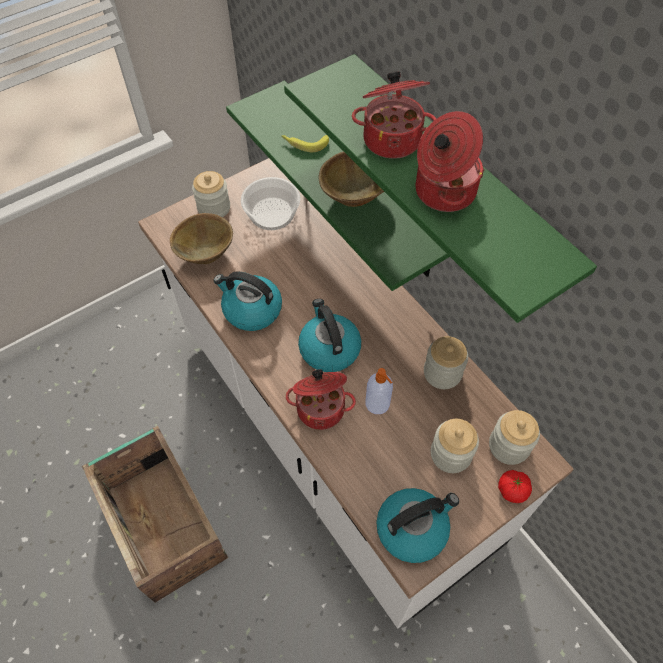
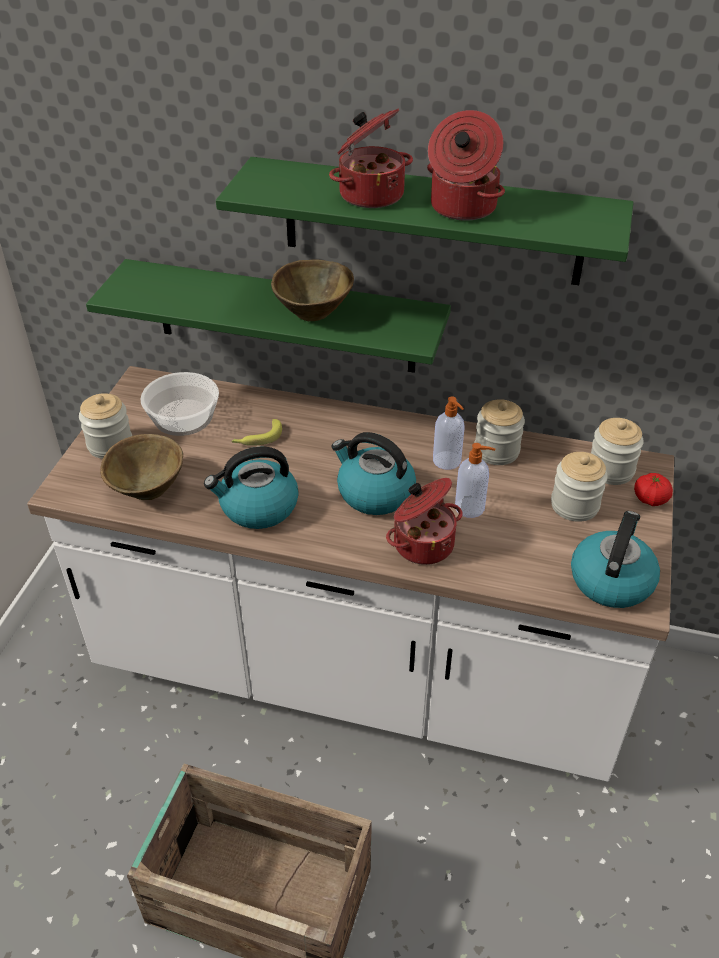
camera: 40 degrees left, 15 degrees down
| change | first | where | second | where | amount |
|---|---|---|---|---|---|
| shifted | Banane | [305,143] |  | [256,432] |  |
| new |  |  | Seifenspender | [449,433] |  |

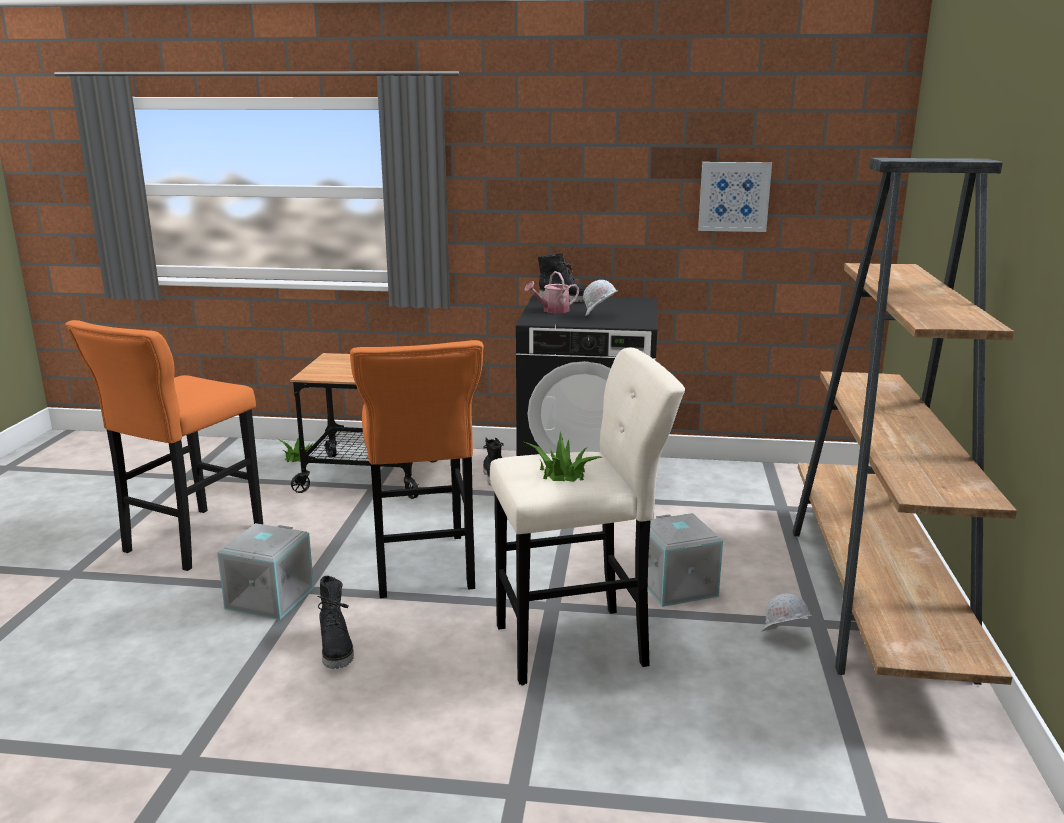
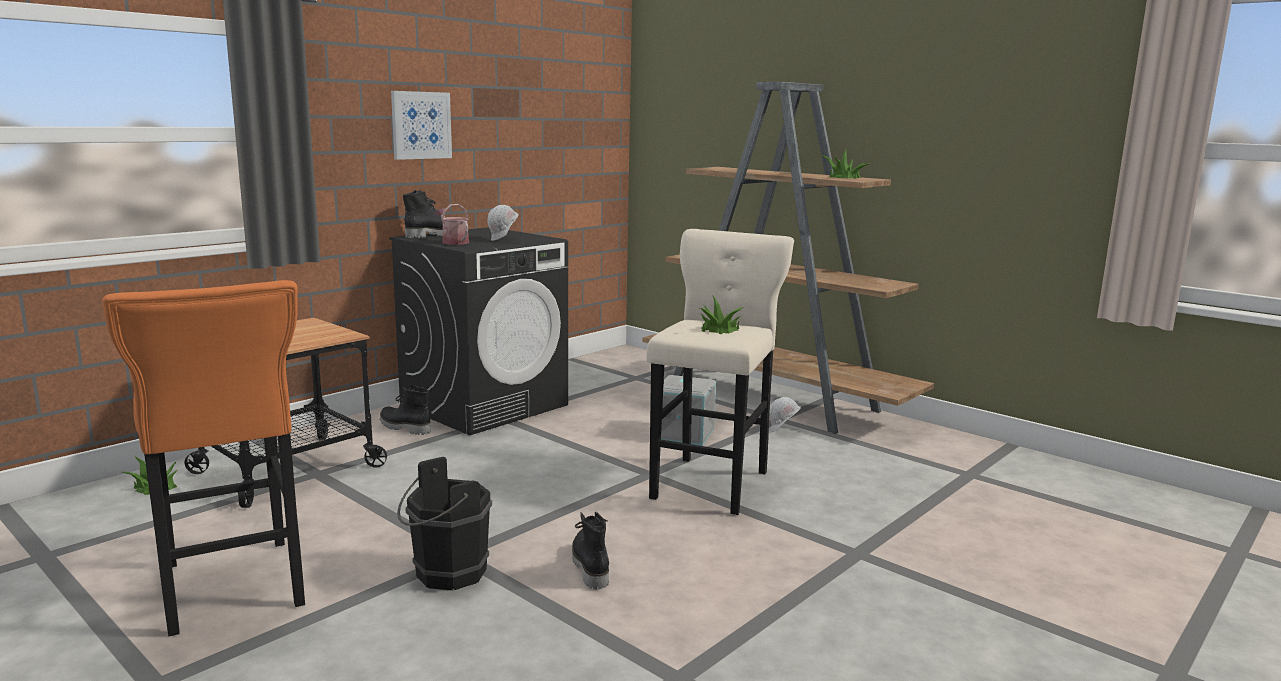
camera: 55 degrees left, 5 degrees down
| change | first | where | second | where | amount |
|---|---|---|---|---|---|
| swapped | Aufbewahrungsbox/grau | [265,571] | Eimer/schwarz | [444,523] |  |
| rotated | Stiefel/schwarz | [336,622] |  | [590,550] | 120 degrees counterclockwise |
| gone | Hocker/orange | [417,469] |  |  |  |
| rotated | Gießkanne | [551,292] |  | [452,224] | 135 degrees clockwise |
| shifted | Bild | [735,197] |  | [421,125] |  |
| new |  |  | Topfpflanze | [844,164] |  |

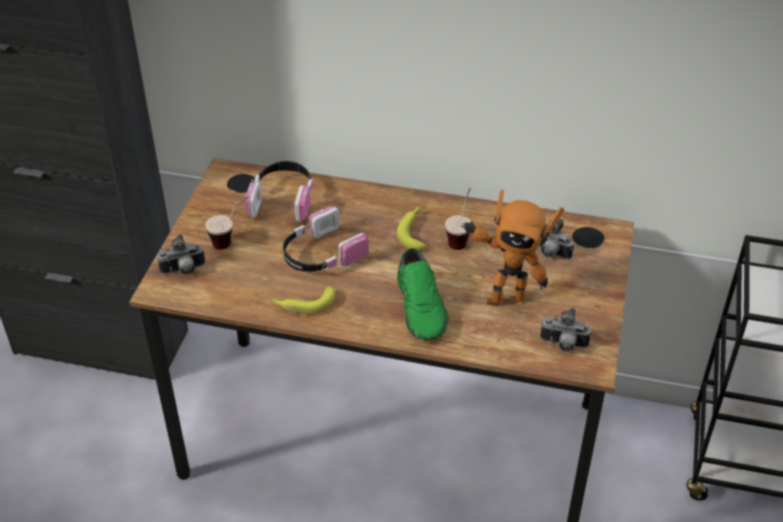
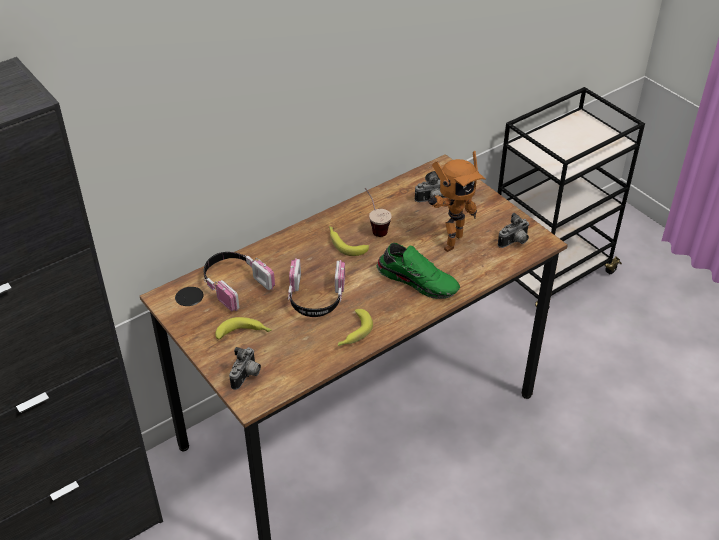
camera: 50 degrees left, 0 degrees up
| change | first | where | second | where | amount |
|---|---|---|---|---|---|
| swapped | Tasse | [227,223] | Banane | [243,328] |  |

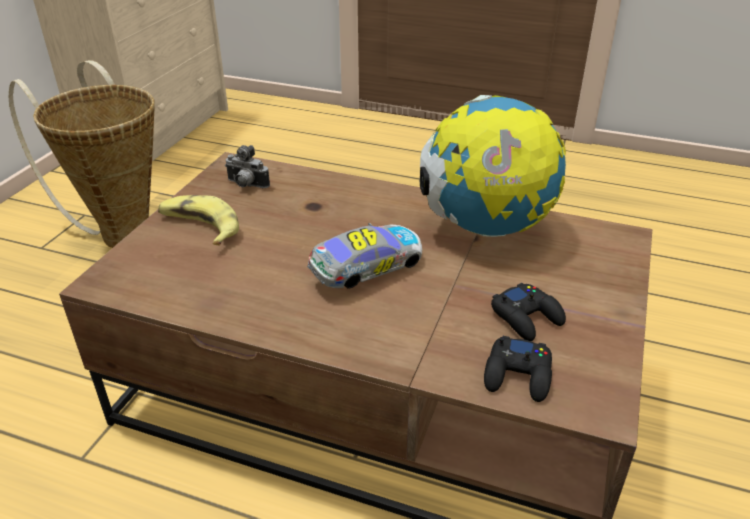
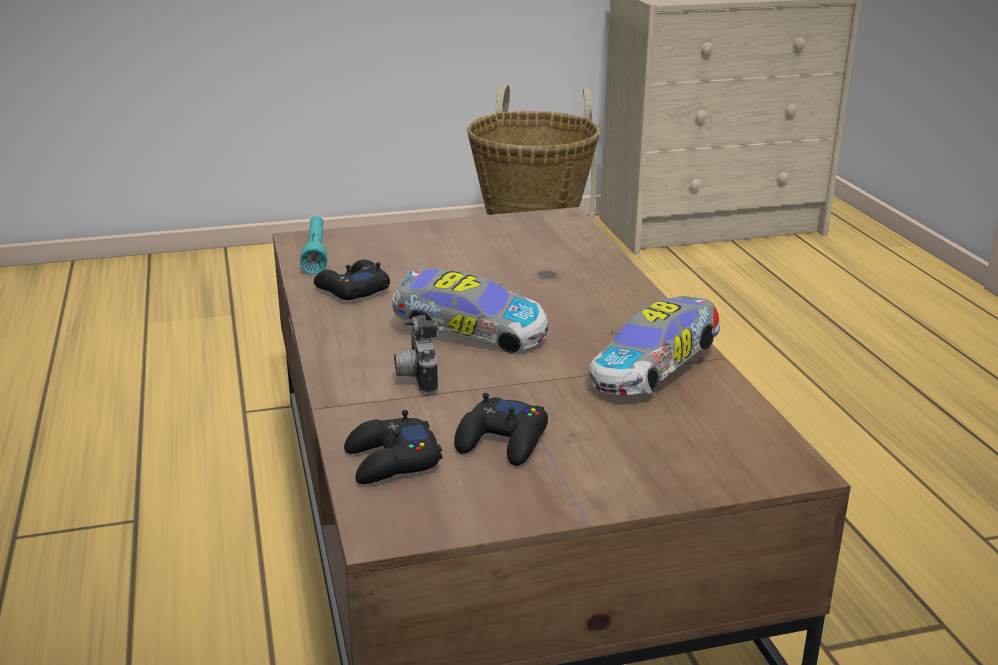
camera: 55 degrees right, 10 degrees down
| change | first | where | second | where | amount |
|---|---|---|---|---|---|
| gone | Banane | [198,220] |  |  |  |
| shifted | Kamera | [247,166] |  | [416,354] |  |
| swapped | Globus | [493,166] | Spielzeugauto | [654,345] |  |
| new |  |  | Taschenlampe/türkis | [313,245] |  |
| new |  |  | Gamepad/schwarz | [352,280] |  |

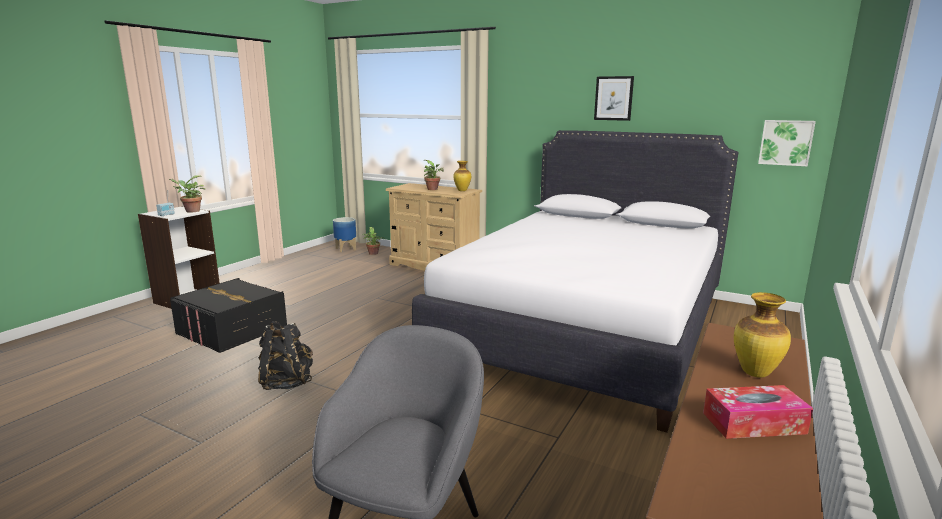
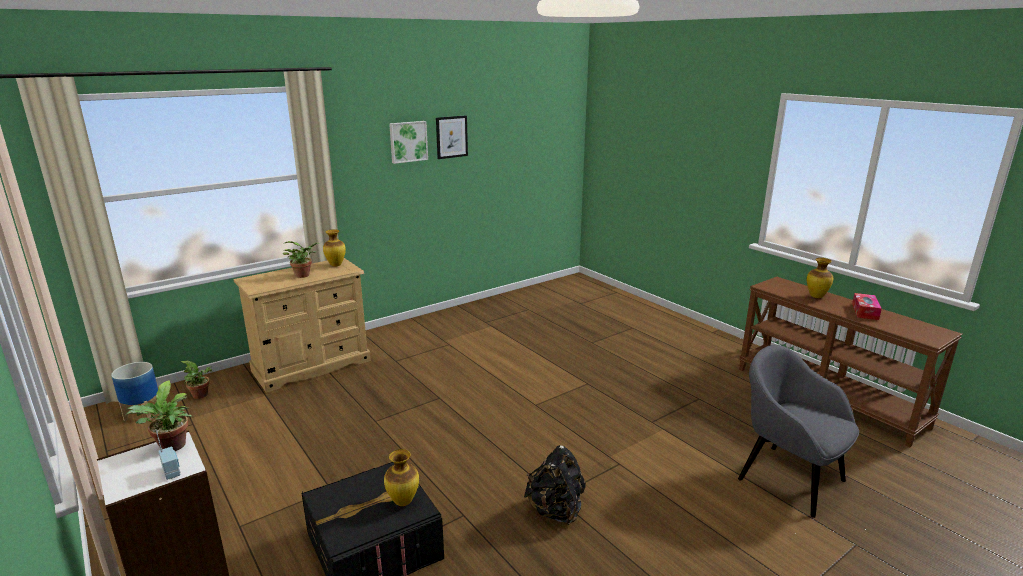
camera: 65 degrees left, 5 degrees up
| change | first | where | second | where | amount |
|---|---|---|---|---|---|
| gone | Bett/weiß | [575,281] |  |  |  |
| shifted | Bild | [787,143] |  | [408,142] |  |
| new |  |  | Vase | [401,477] |  |

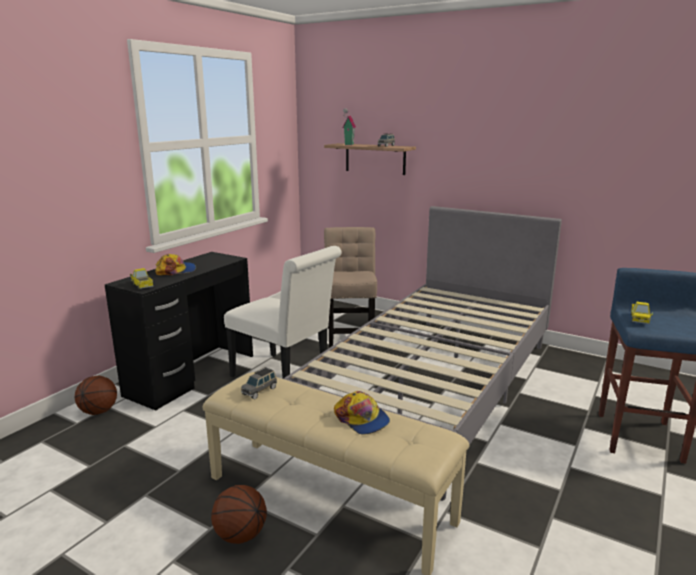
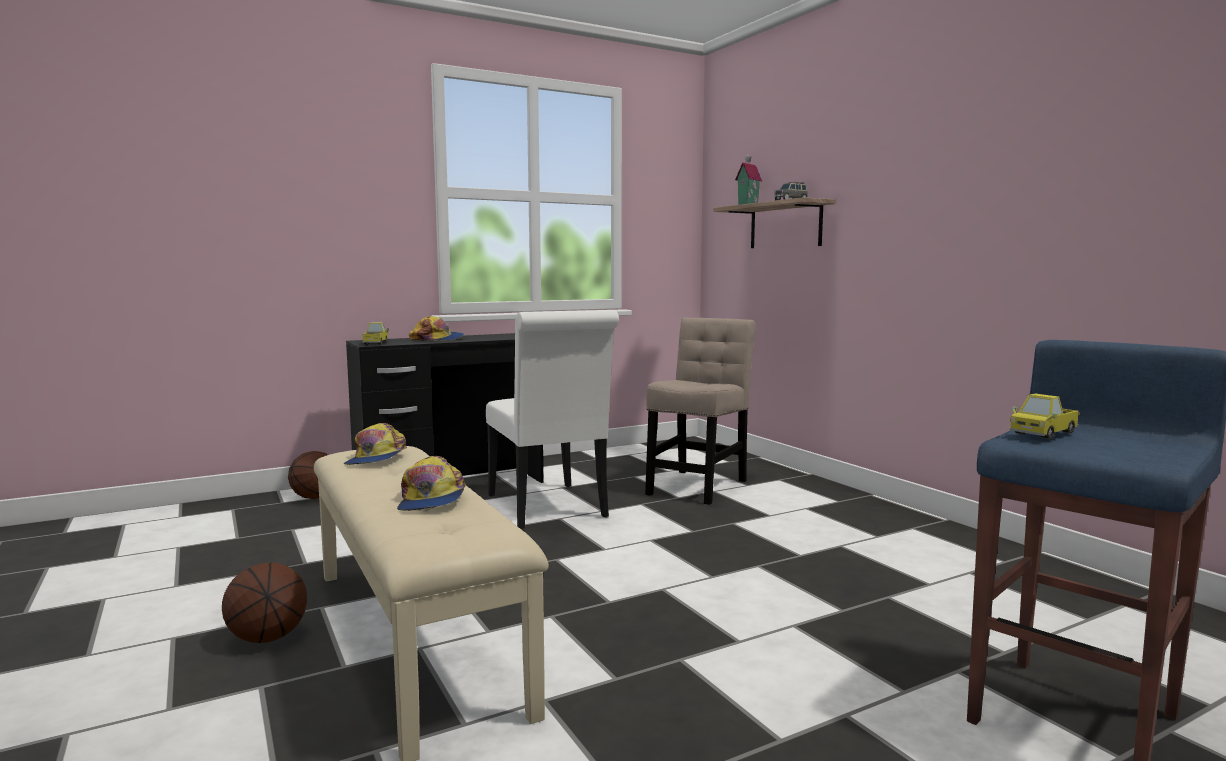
camera: 30 degrees right, 10 degrees down
| change | first | where | second | where | amount |
|---|---|---|---|---|---|
| swapped | Spielzeugauto/grau | [259,383] | Kappe | [375,444] |  |
| gone | Bett/grau | [422,353] |  |  |  |

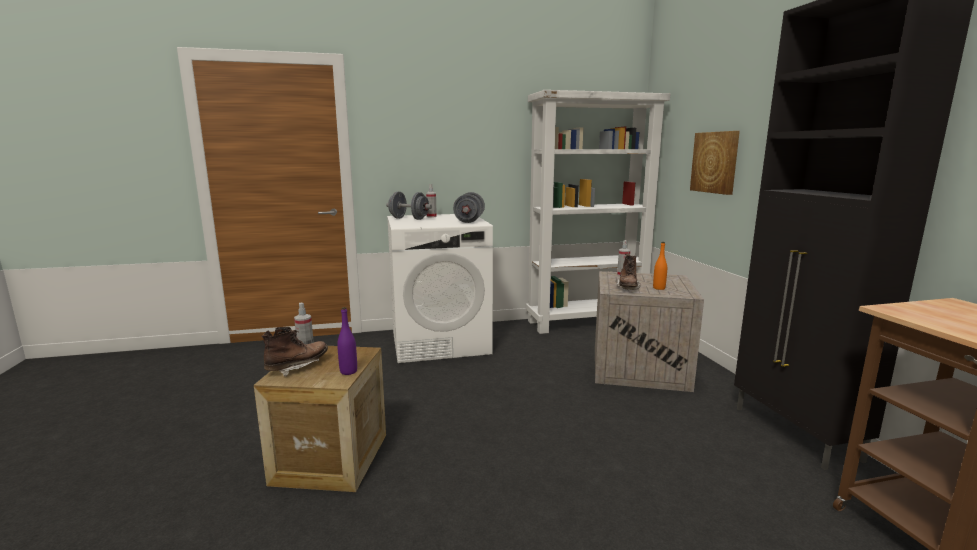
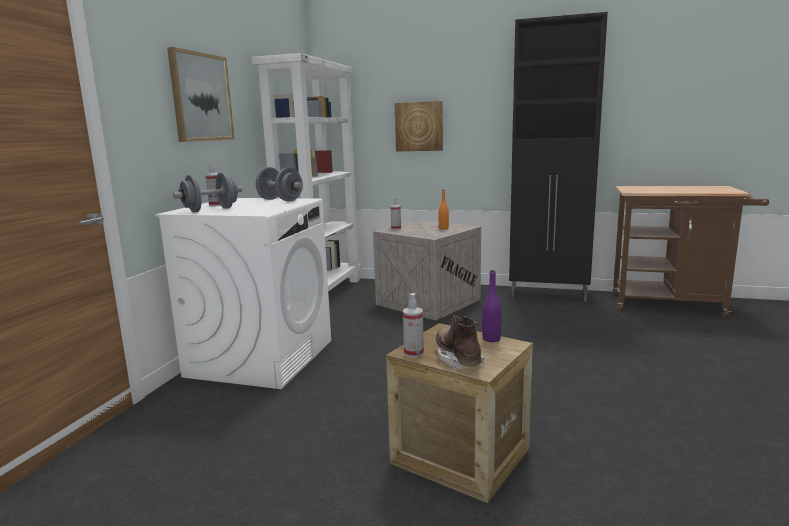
camera: 60 degrees left, 0 degrees up
| change | first | where | second | where | amount |
|---|---|---|---|---|---|
| gone | Stiefel/braun | [628,271] |  |  |  |
| new |  |  | Bild | [200,94] |  |

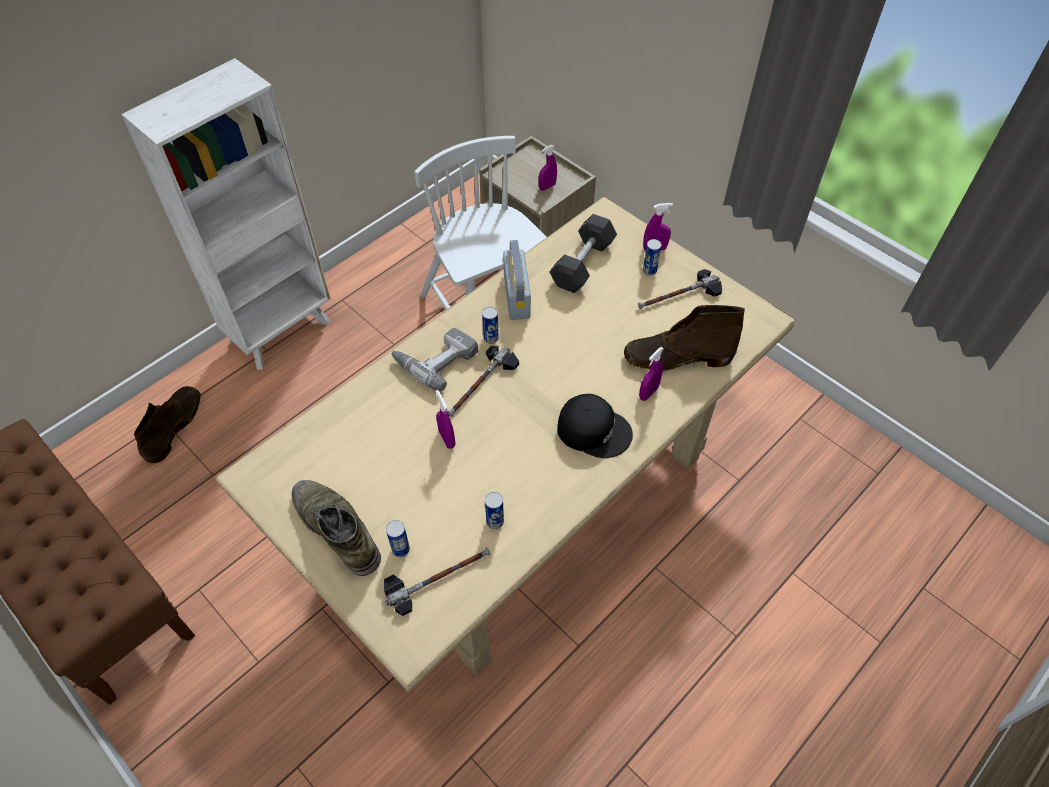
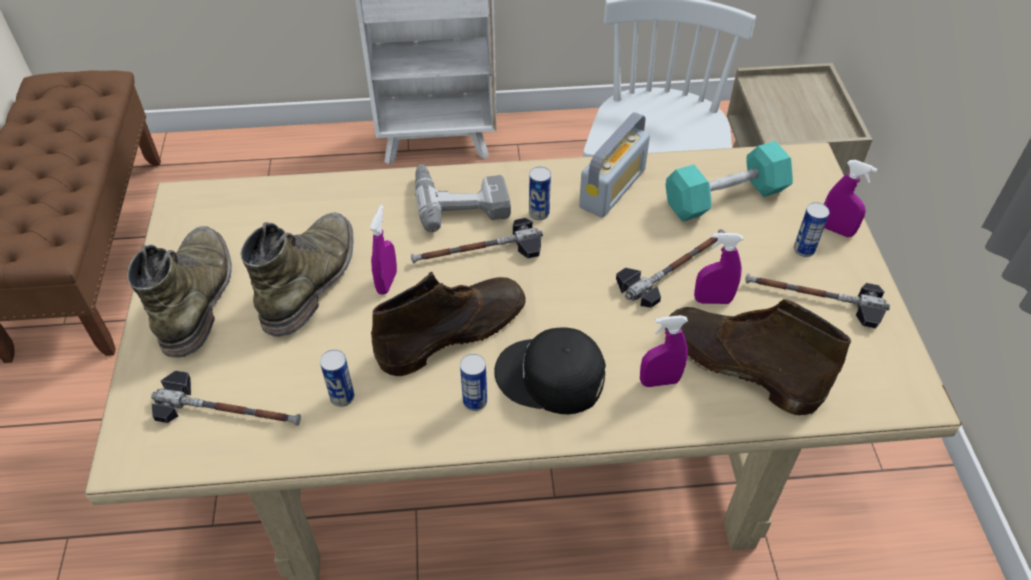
camera: 40 degrees right, 5 degrees down
| change | first | where | second | where | amount |
|---|---|---|---|---|---|
| shifted | Stiefel/braun | [167,424] |  | [448,324] |  |
| shifted | Dose | [398,538] |  | [473,382] |  |
| shifted | Sprühflasche/lila | [548,168] |  | [718,268] |  |
| repainted | Hantel/schwarz | [583,253] | Hantel/türkis | [729,181] |  |
| rotated | Kappe/schwarz | [595,426] |  | [550,370] | 135 degrees clockwise |
| new |  |  | Stiefel/grün | [297,275] |  |
| new |  |  | Hammer | [671,268] |  |

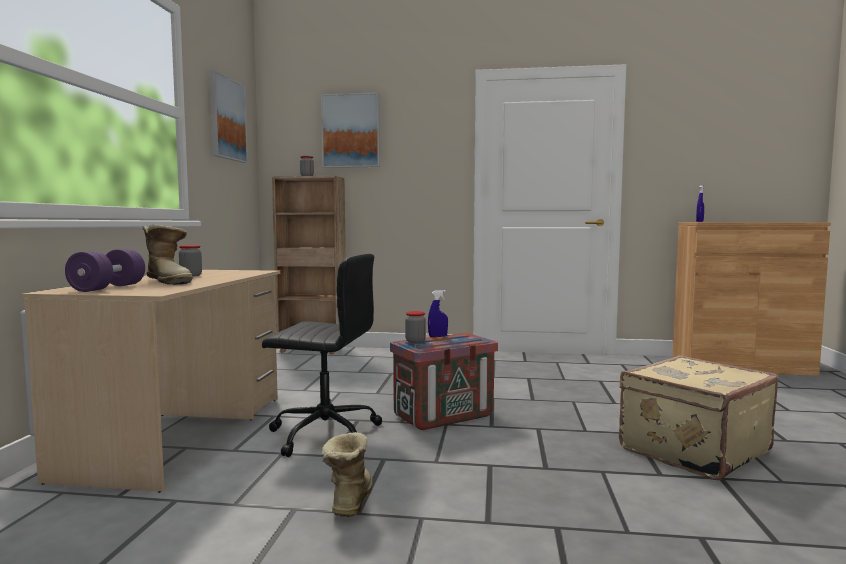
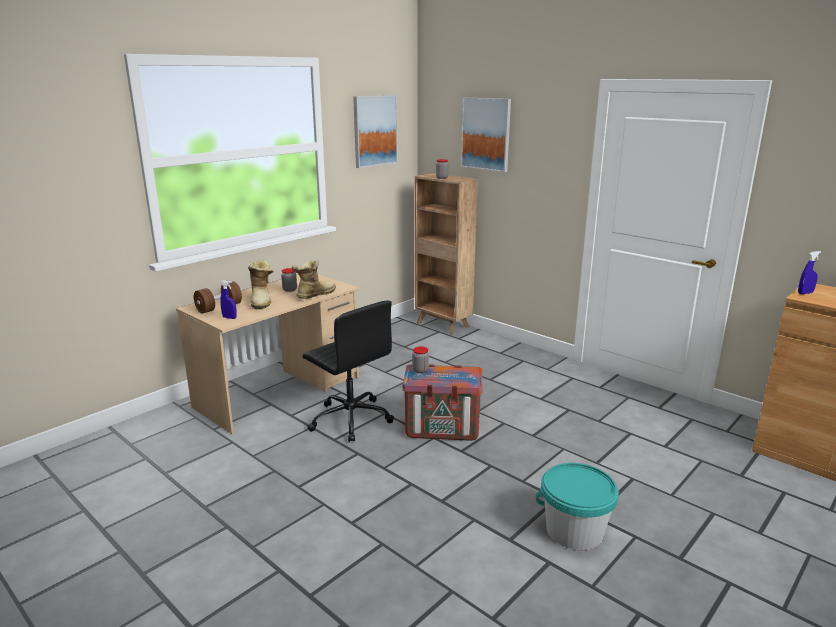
camera: 35 degrees right, 15 degrees up
| change | first | where | second | where | amount |
|---|---|---|---|---|---|
| repainted | Hantel/lila | [105,270] | Hantel/braun | [218,297] |  |
| shifted | Stiefel | [346,474] |  | [314,279] |  |
| shifted | Sprühflasche/blau | [438,313] |  | [228,299] |  |
| swapped | Koffer/beige | [699,417] | Eimer/türkis | [577,506] |  |

